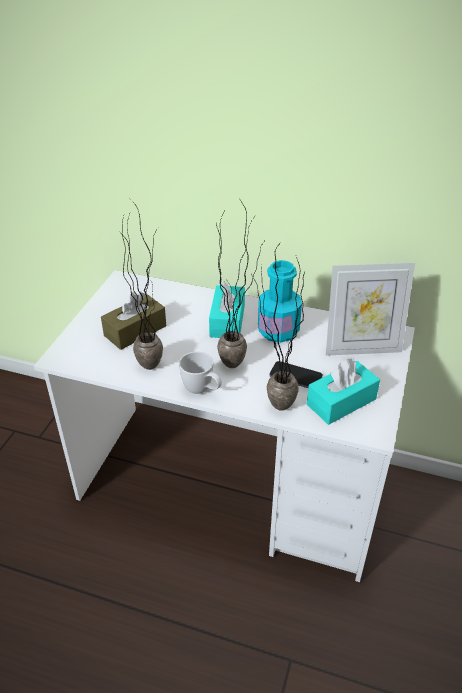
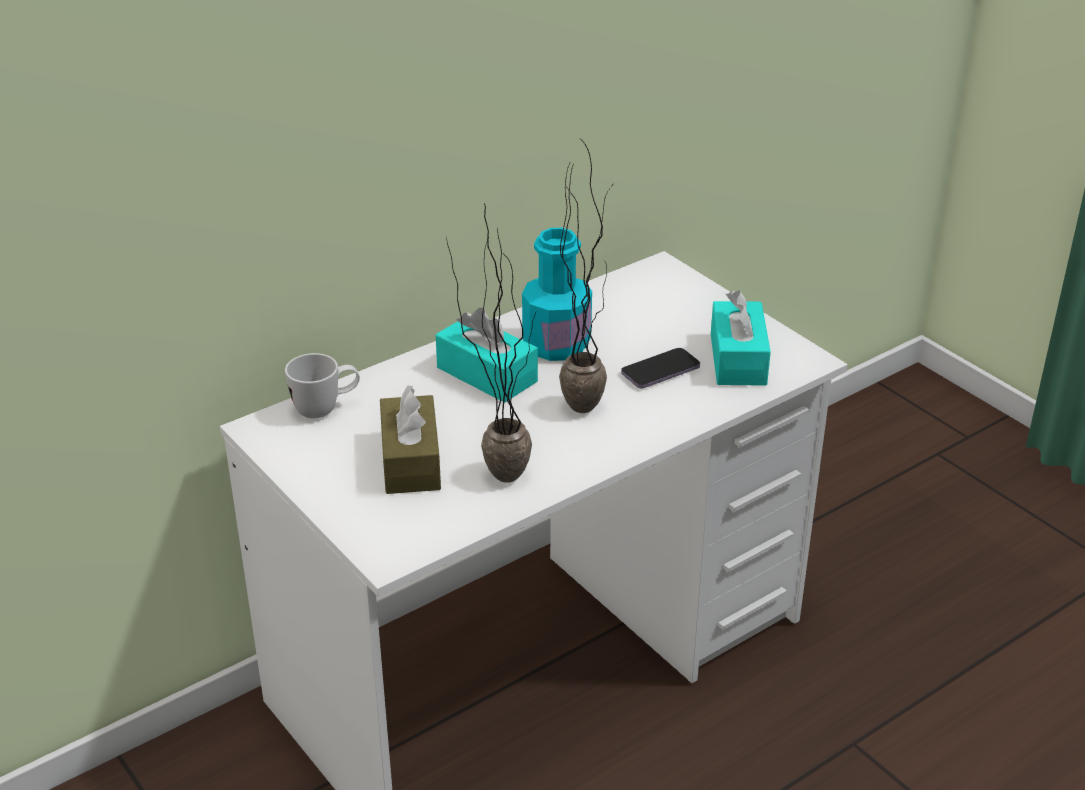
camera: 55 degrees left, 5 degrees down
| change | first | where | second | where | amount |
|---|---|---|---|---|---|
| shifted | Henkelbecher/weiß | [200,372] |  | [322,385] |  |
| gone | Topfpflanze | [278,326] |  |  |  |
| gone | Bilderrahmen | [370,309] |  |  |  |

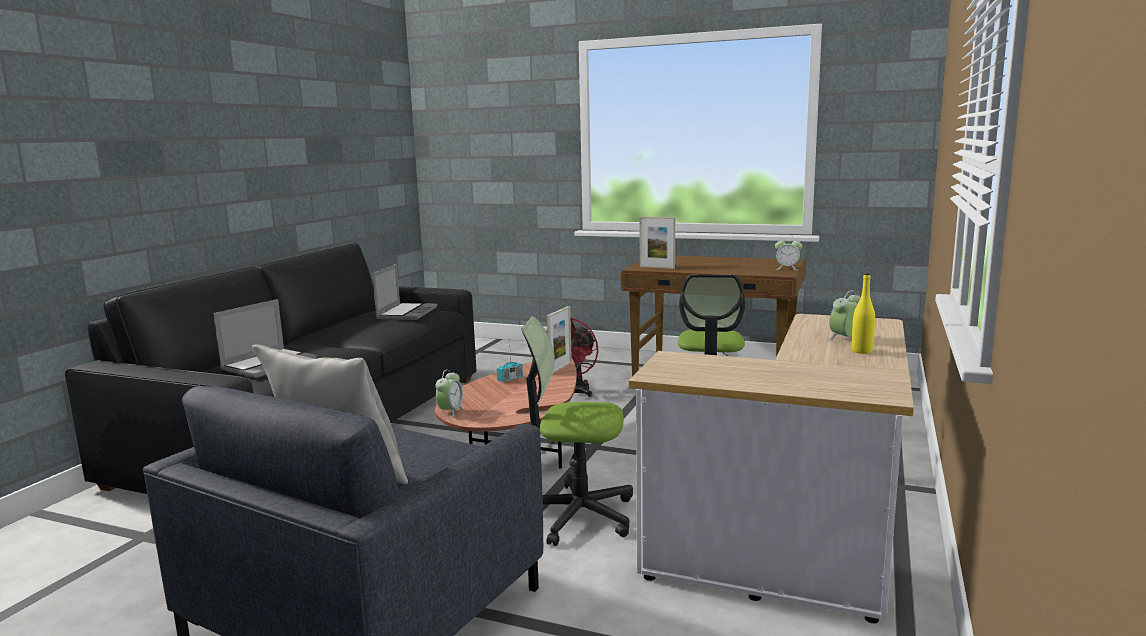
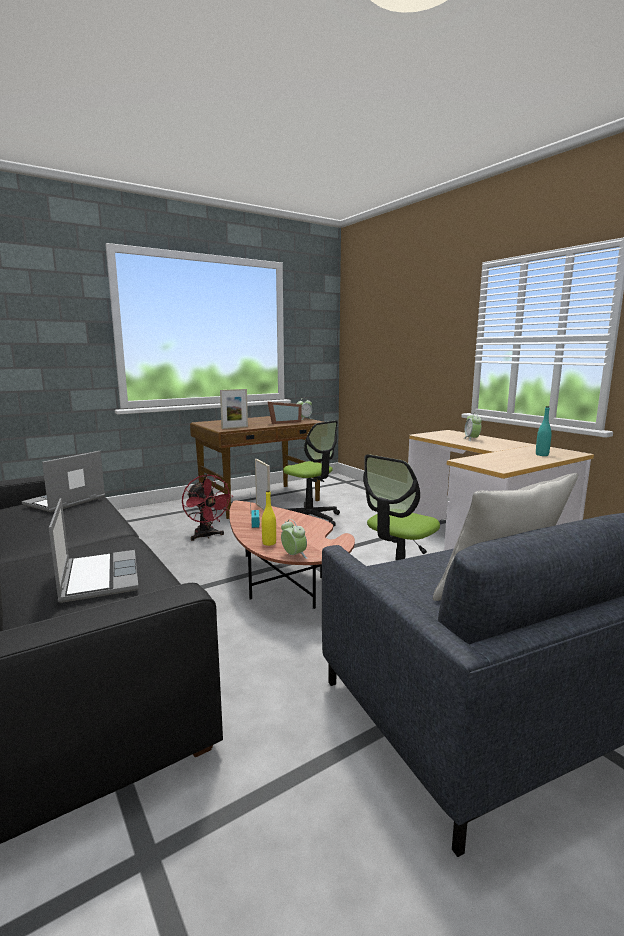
camera: 55 degrees left, 0 degrees up
| change | first | where | second | where | amount |
|---|---|---|---|---|---|
| rotated | Laptop | [404,292] |  | [63,481] | 105 degrees counterclockwise |
| shifted | Flasche/gelb | [863,313] |  | [269,518] |  |
| new |  |  | Bilderrahmen | [285,413] |  |
| new |  |  | Flasche/türkis | [544,431] |  |

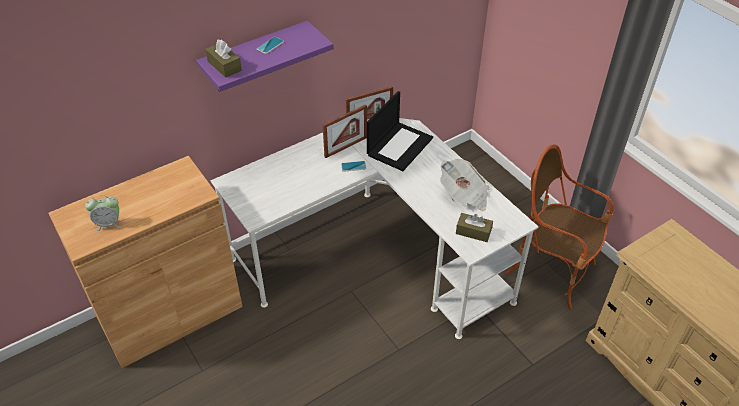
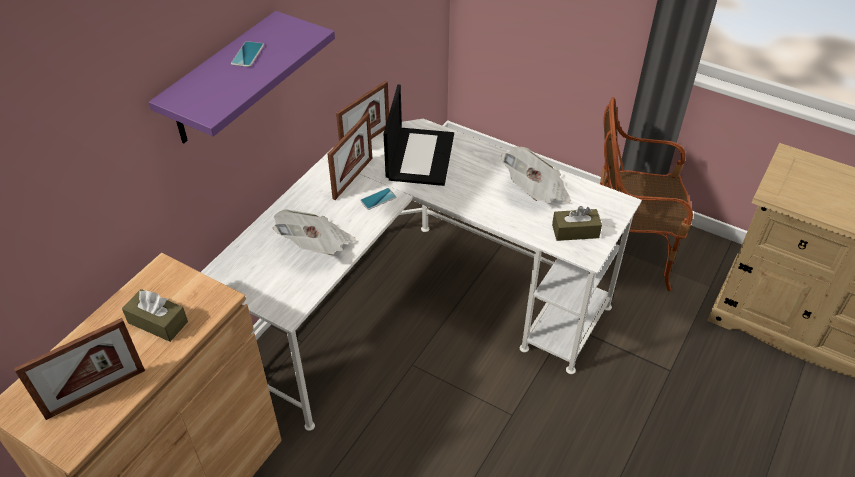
camera: 25 degrees left, 0 degrees up
| change | first | where | second | where | amount |
|---|---|---|---|---|---|
| swapped | Wecker | [103,213] | Bilderrahmen | [79,369] |  |
| shifted | Taschentuchbox/braun | [223,58] |  | [155,315] |  |
| new |  |  | Zeitung | [314,232] |  |

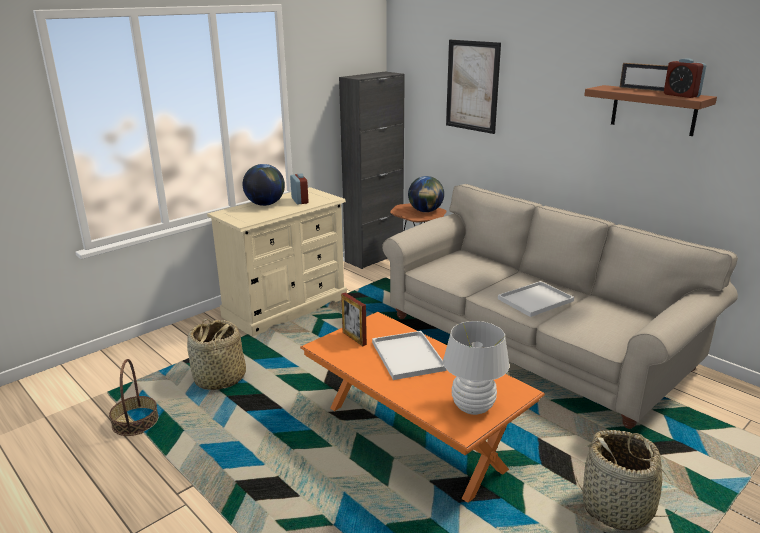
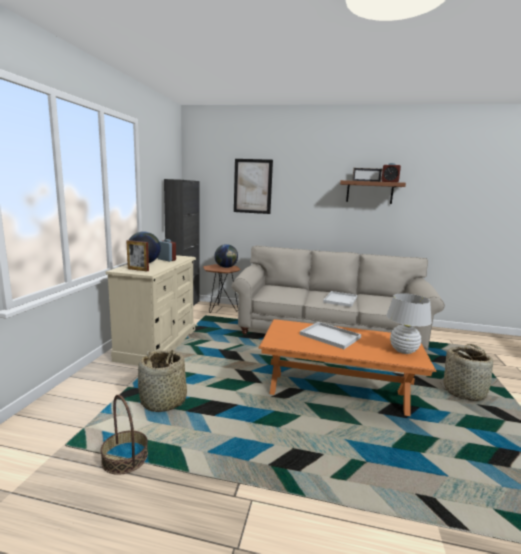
camera: 35 degrees left, 10 degrees down
| change | first | where | second | where | amount |
|---|---|---|---|---|---|
| shifted | Bilderrahmen | [354,319] |  | [137,255] |  |

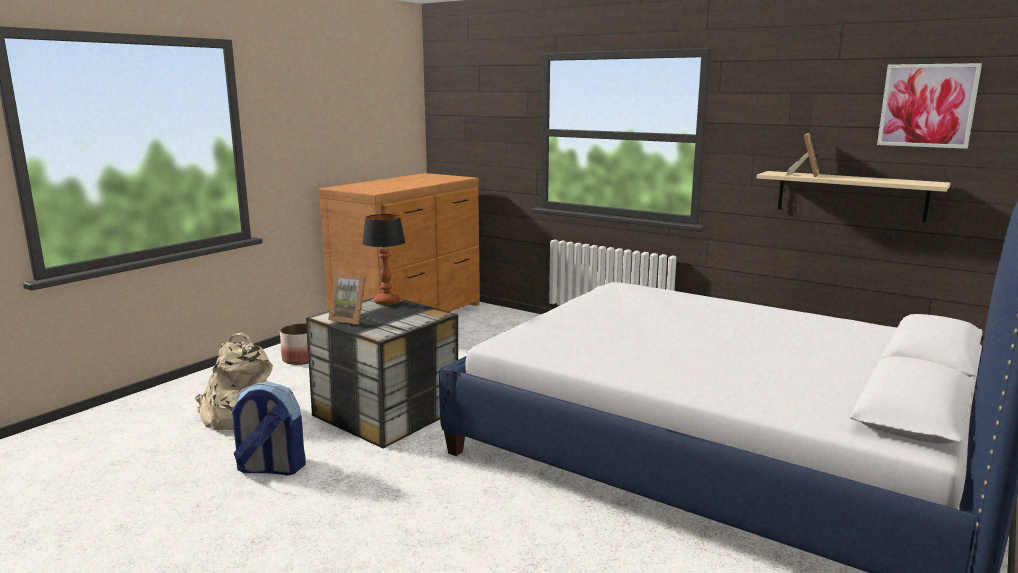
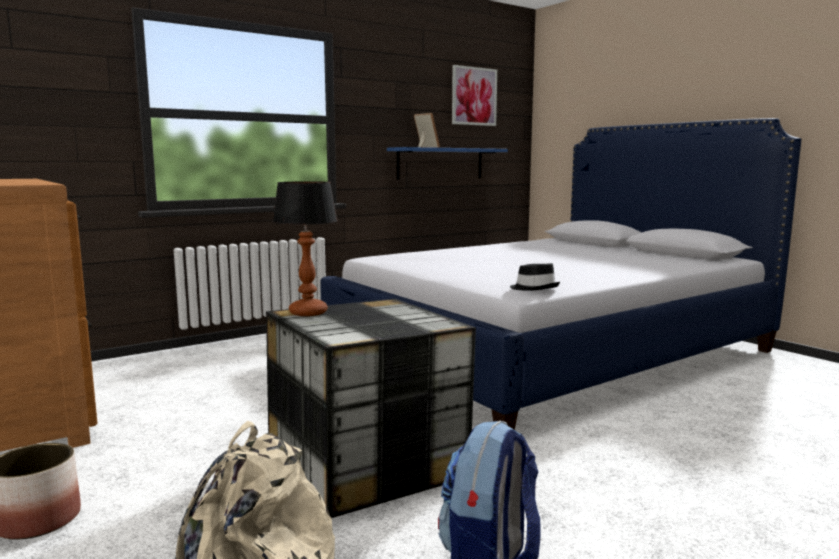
camera: 70 degrees left, 5 degrees down
| change | first | where | second | where | amount |
|---|---|---|---|---|---|
| gone | Bilderrahmen | [347,298] |  |  |  |
| repainted | Wandregal/beige | [853,197] | Wandregal/blau | [447,163] |  |
| new |  |  | Hut/schwarz | [535,277] |  |

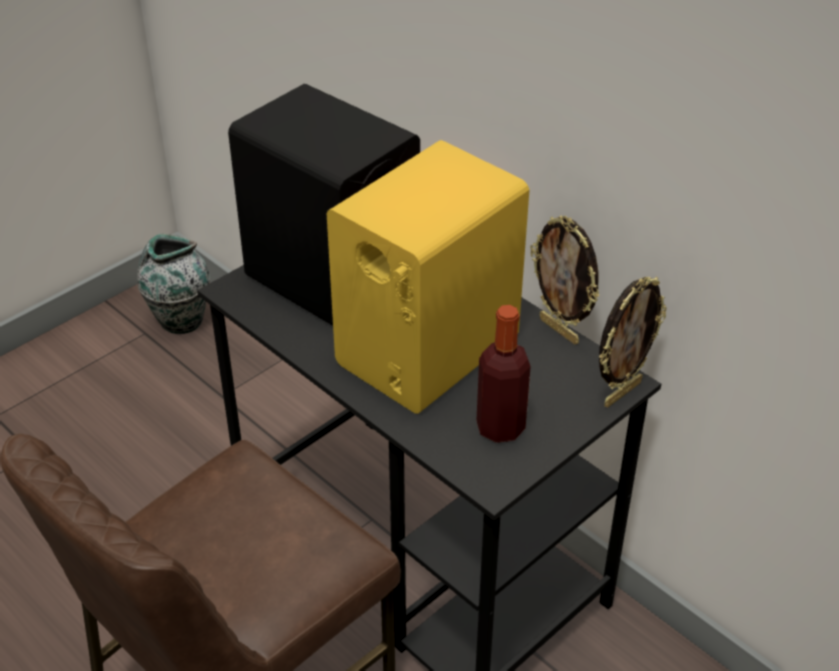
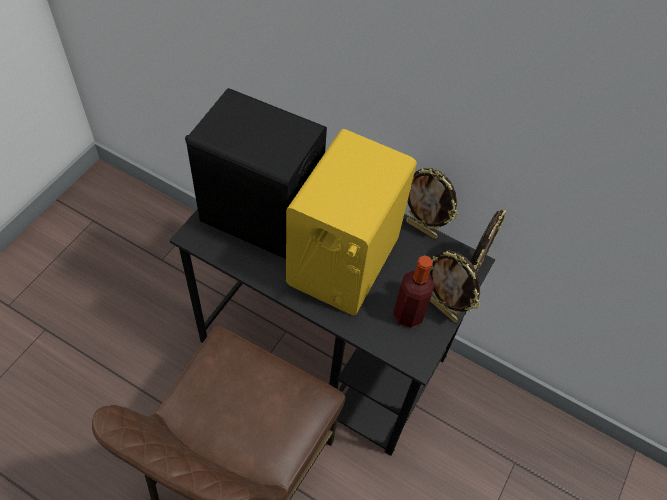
camera: 20 degrees left, 15 degrees up
| change | first | where | second | where | amount |
|---|---|---|---|---|---|
| gone | Vase | [173,284] |  |  |  |
| new |  |  | Bilderrahmen | [454,286] |  |

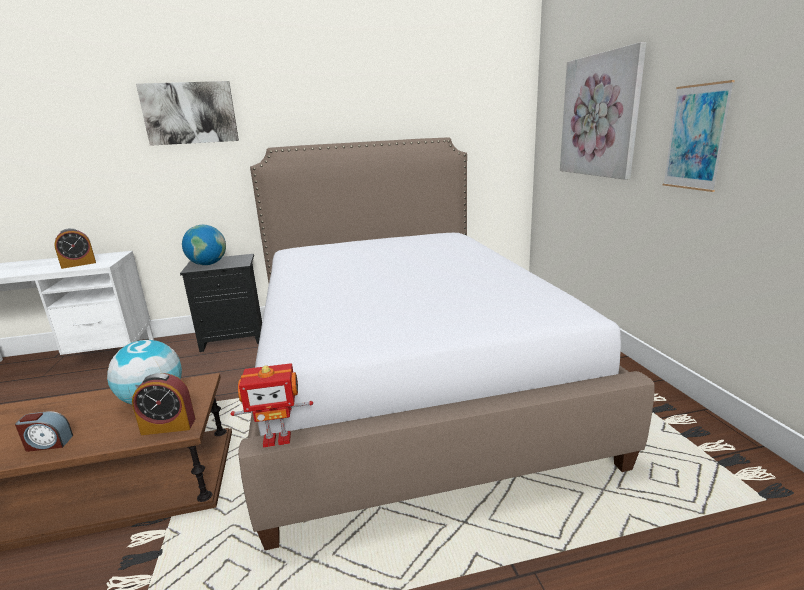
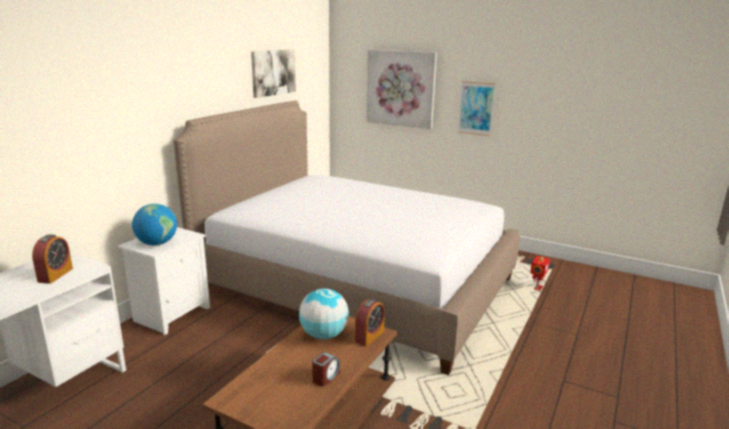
camera: 50 degrees left, 0 degrees up
| change | first | where | second | where | amount |
|---|---|---|---|---|---|
| shifted | Bild | [187,113] |  | [273,74] |  |
| repainted | Nachttisch/schwarz | [221,303] | Nachttisch/weiß | [164,281] |  |
| shifted | Spielzeugroboter | [272,405] |  | [540,273] |  |

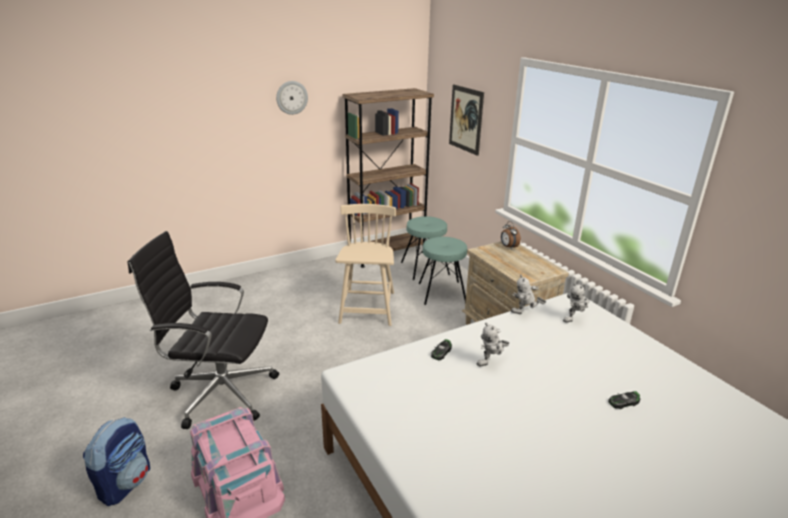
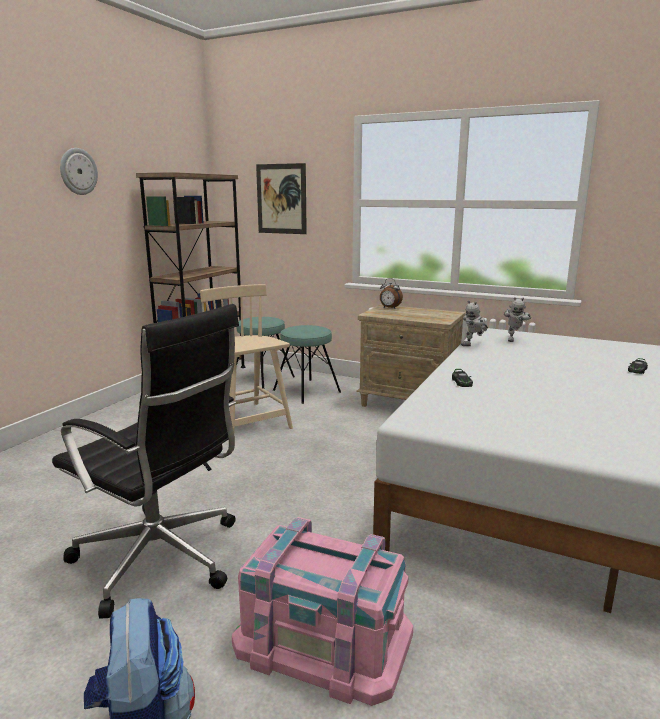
camera: 35 degrees left, 10 degrees down
| change | first | where | second | where | amount |
|---|---|---|---|---|---|
| rotated | Bürostuhl/schwarz | [203,330] |  | [145,461] | 120 degrees counterclockwise |
| gone | Spielzeugroboter | [493,345] |  |  |  |

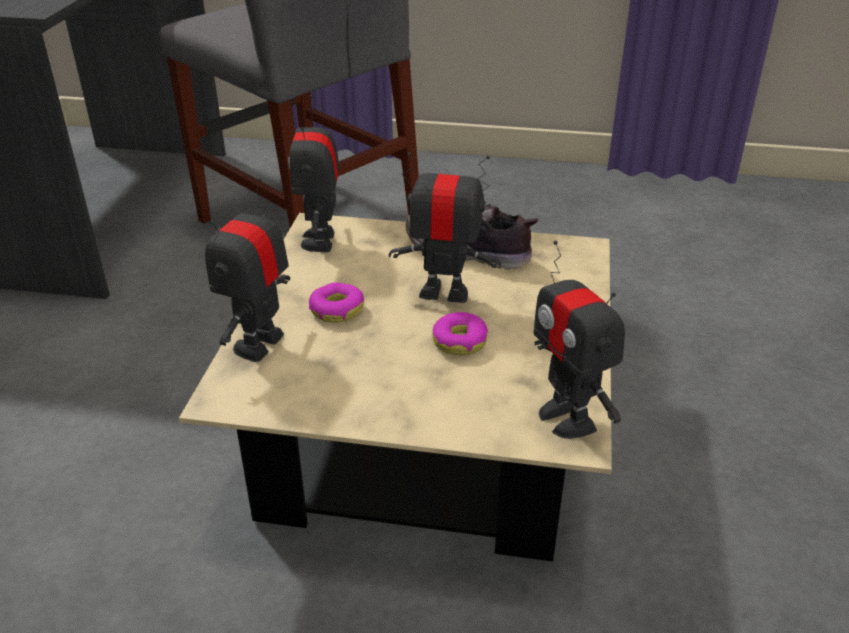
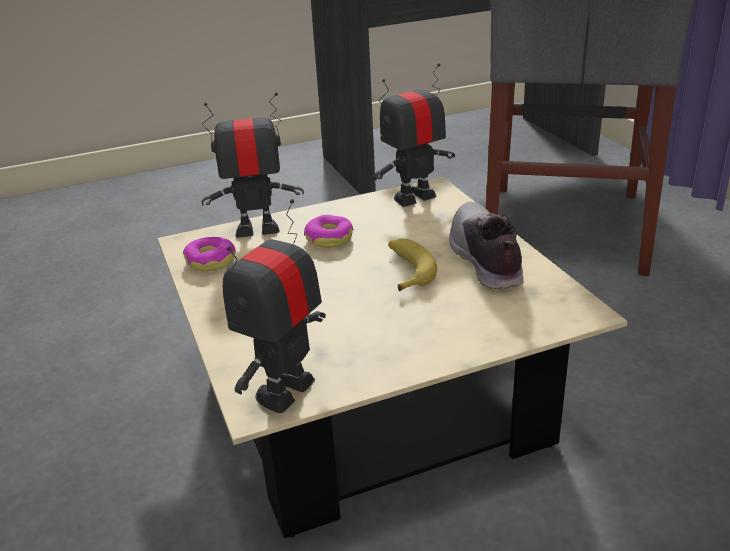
camera: 60 degrees right, 5 degrees down
| change | first | where | second | where | amount |
|---|---|---|---|---|---|
| swapped | Spielzeugroboter | [444,228] | Banane | [412,265] |  |
| shifted | Donut | [460,333] |  | [209,254] |  |

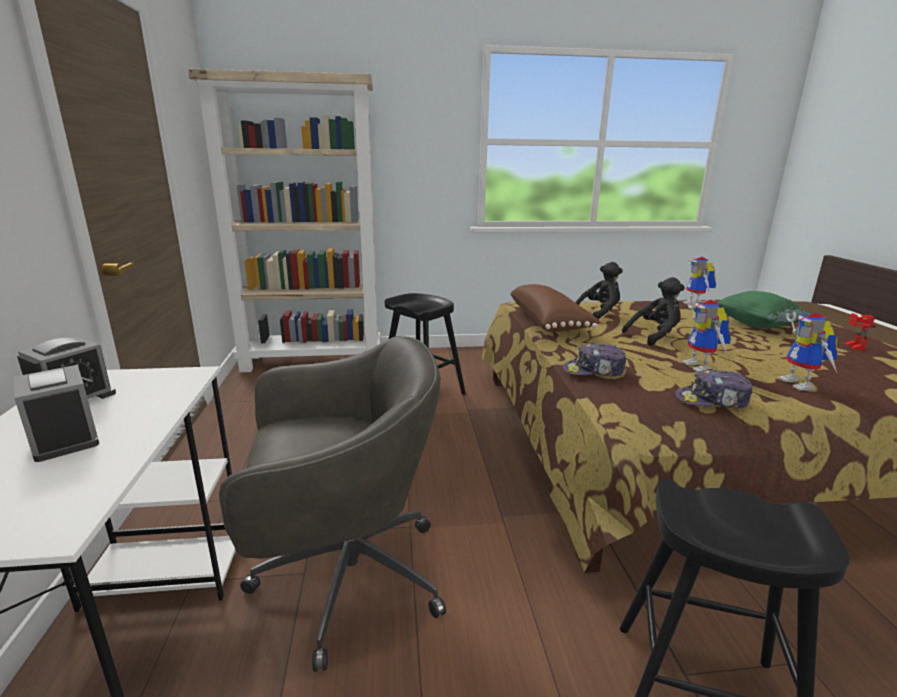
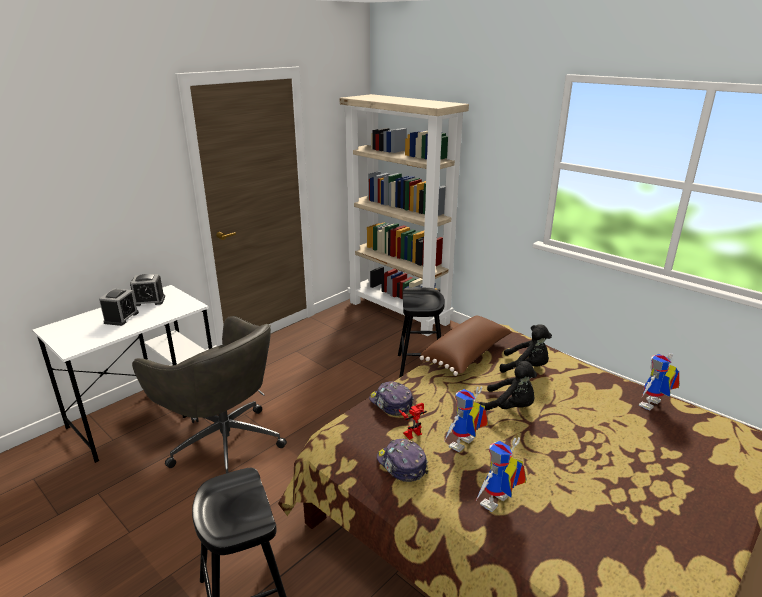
camera: 50 degrees right, 5 degrees up
| change | first | where | second | where | amount |
|---|---|---|---|---|---|
| gone | Kissen/grün | [763,309] |  |  |  |
| shifted | Spielzeugroboter | [860,331] |  | [413,421] |  |

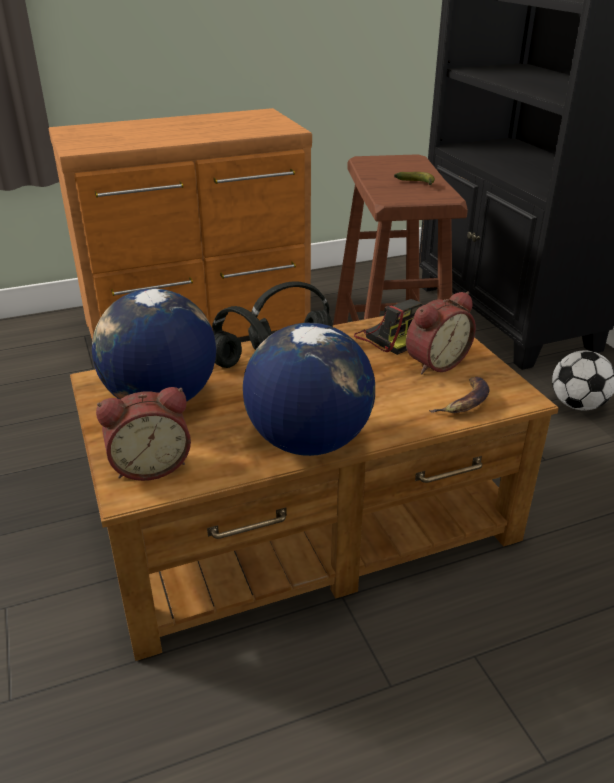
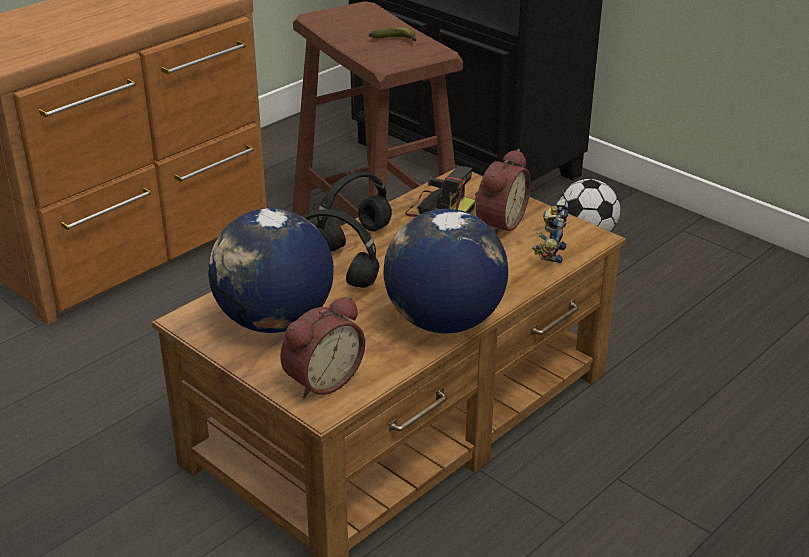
camera: 25 degrees left, 0 degrees up
| change | first | where | second | where | amount |
|---|---|---|---|---|---|
| swapped | Banane | [459,395] | Spielzeugroboter | [550,230] |  |

